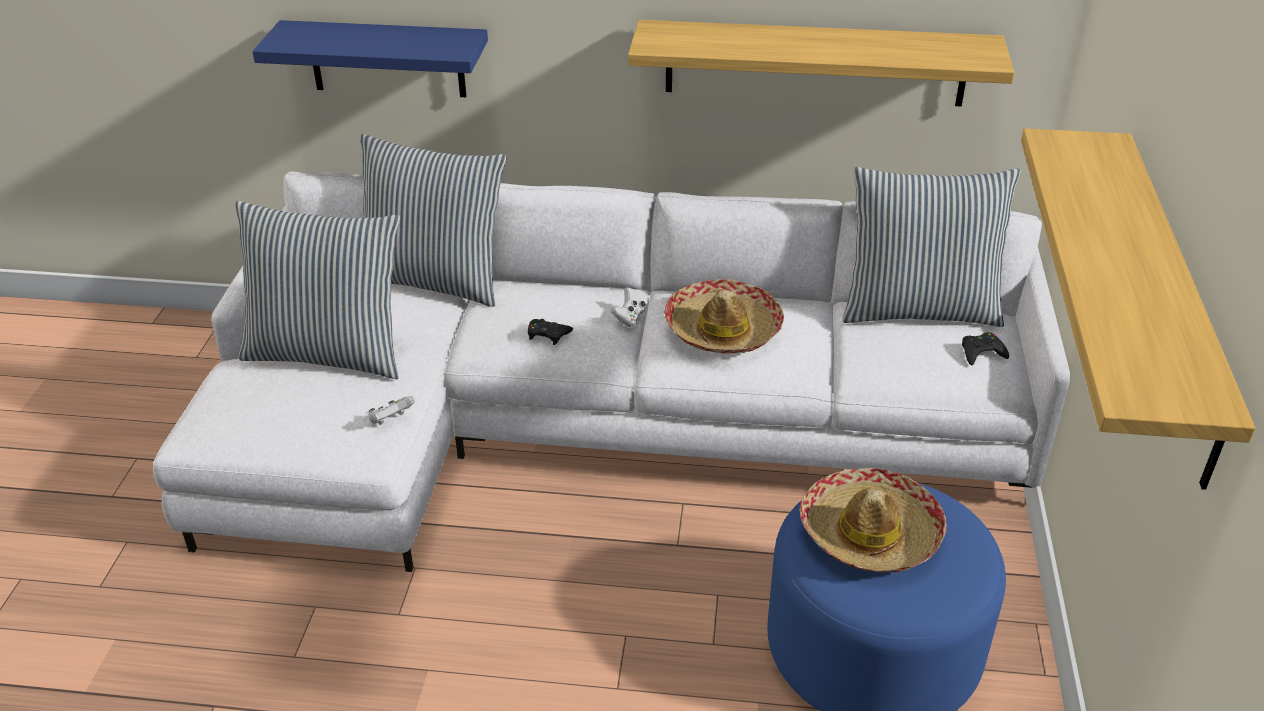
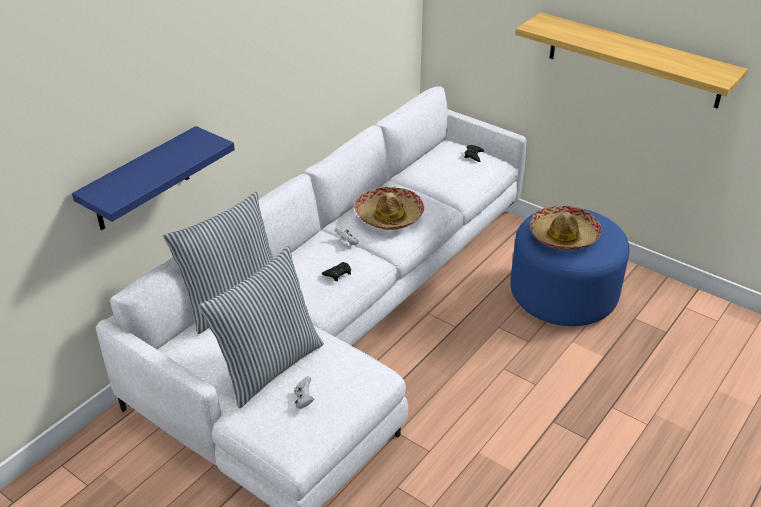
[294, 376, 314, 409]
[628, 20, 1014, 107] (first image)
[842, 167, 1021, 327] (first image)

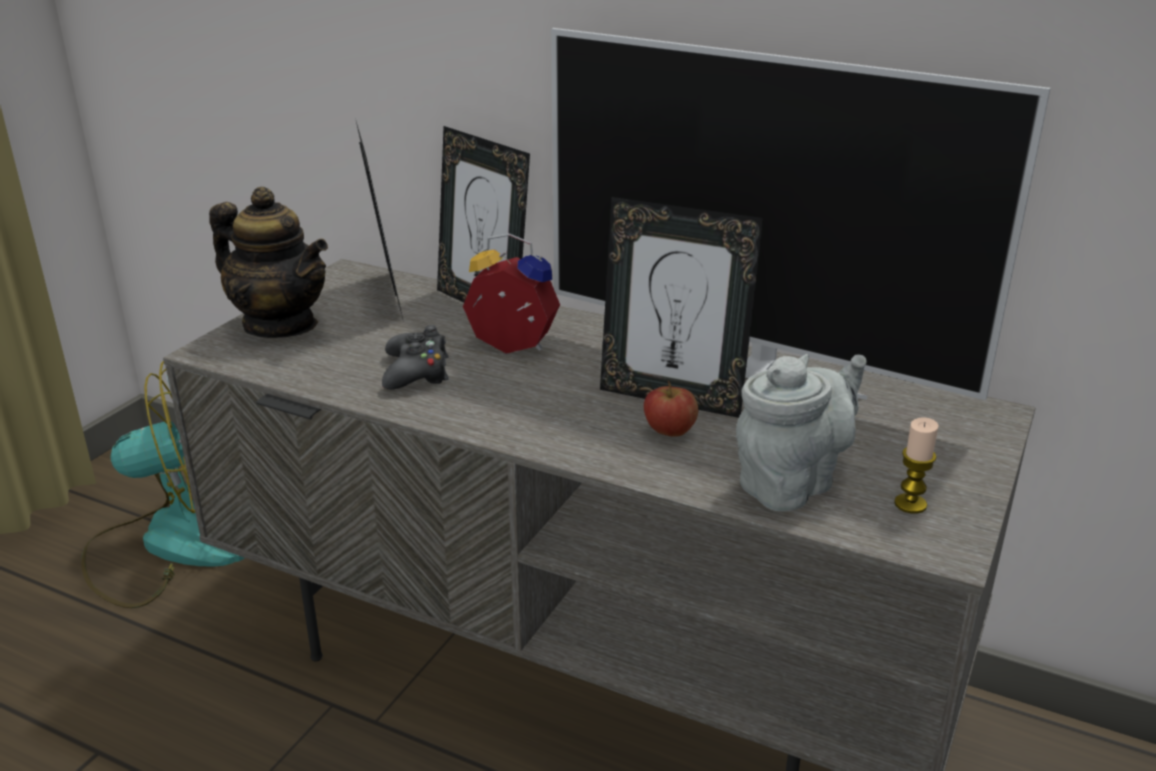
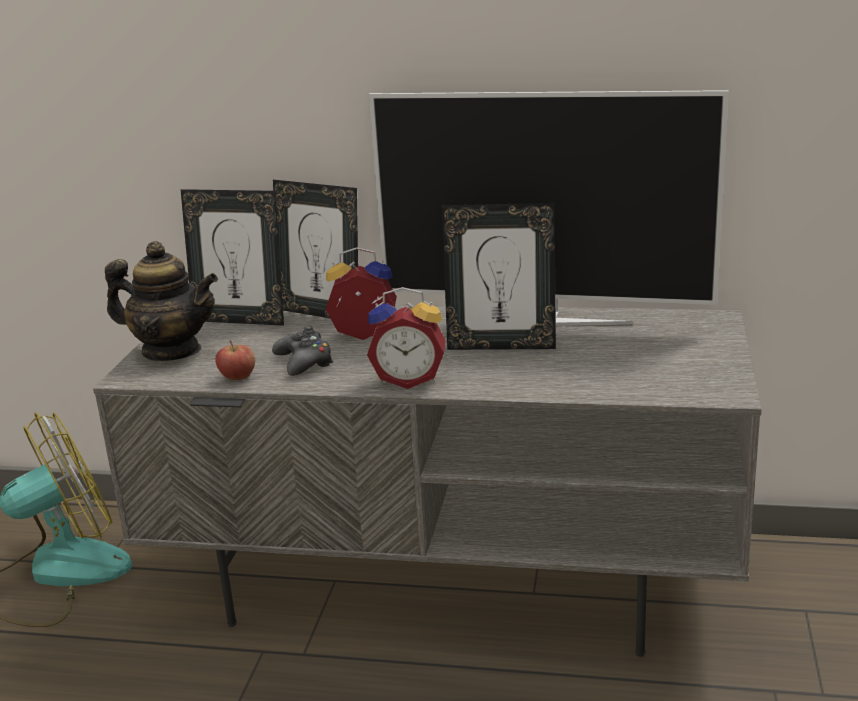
[181, 189, 284, 326]
[215, 341, 255, 380]
[736, 354, 867, 512] (first image)
[894, 417, 939, 514] (first image)
[367, 287, 446, 389]

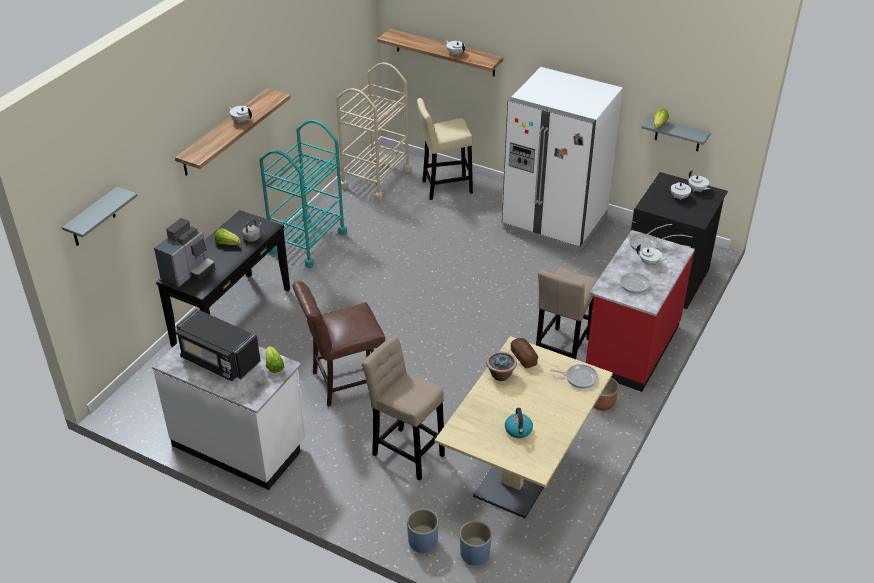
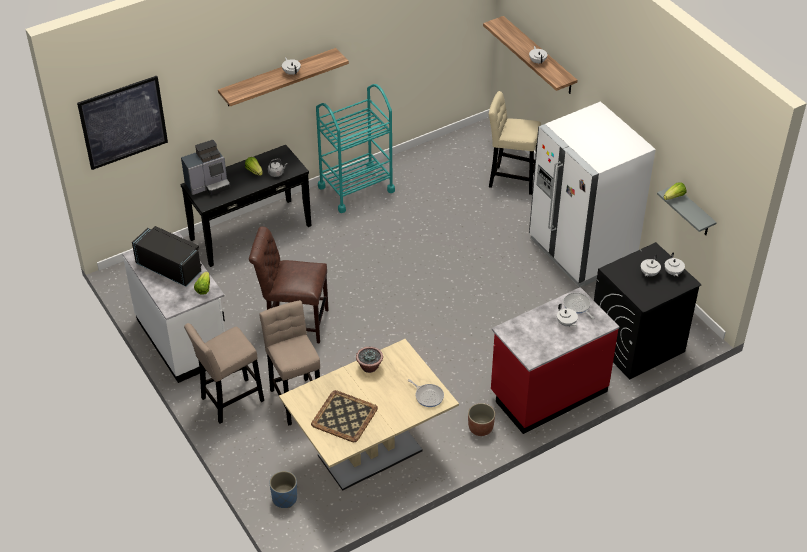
[77, 76, 168, 170]
[132, 226, 202, 287]
[336, 62, 411, 201] (first image)
[407, 509, 439, 553] (first image)
[311, 390, 378, 442]
[511, 338, 538, 368] (first image)
[184, 323, 264, 424]
[620, 273, 666, 293] (first image)

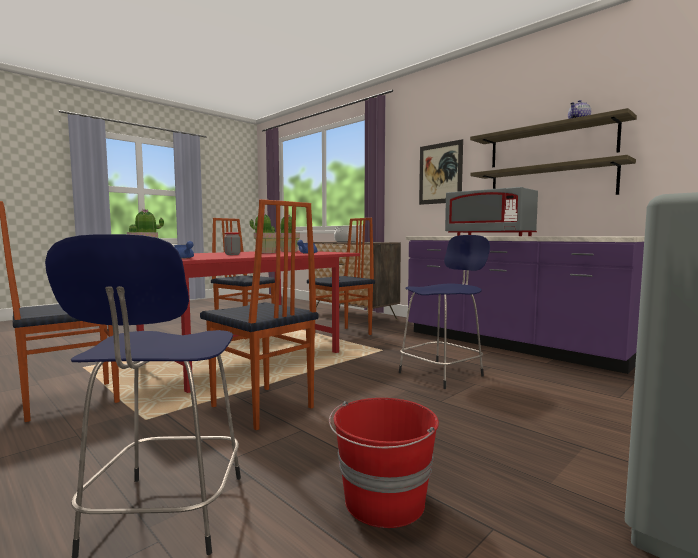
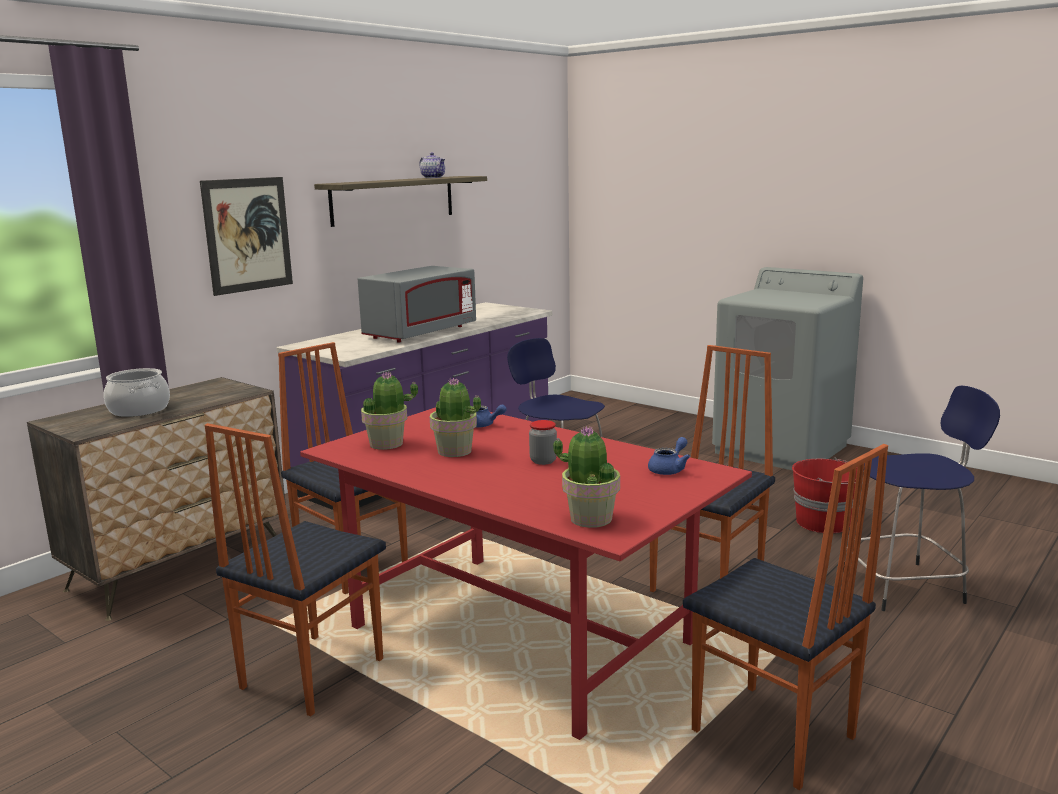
[470, 155, 636, 195] (first image)

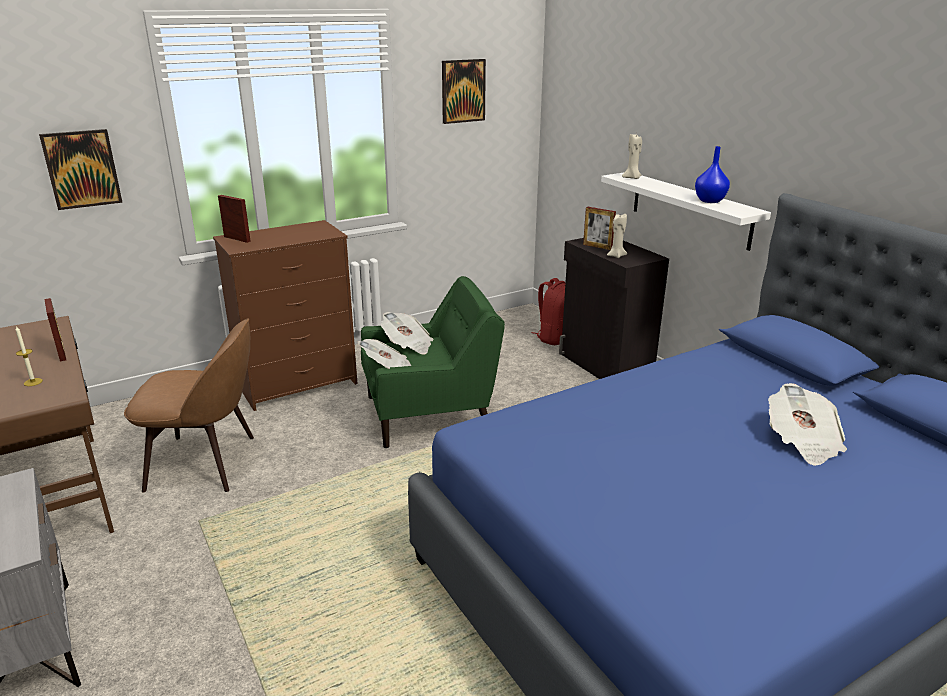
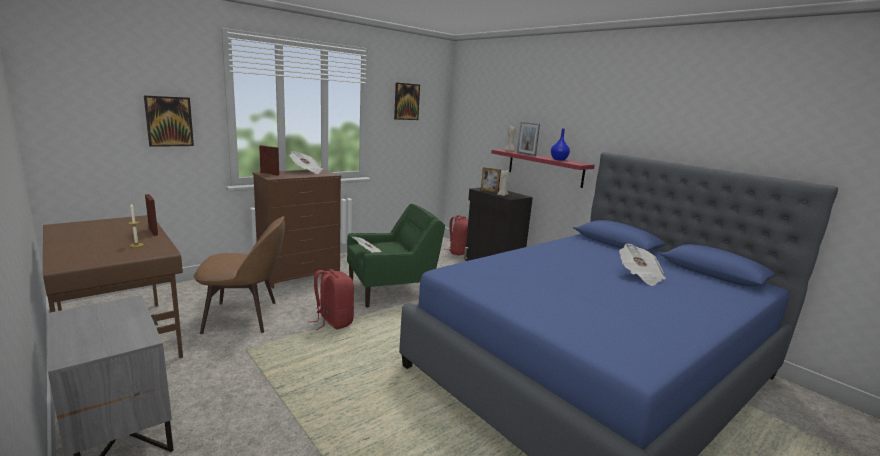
[289, 151, 323, 174]
[491, 149, 595, 188]
[308, 269, 354, 330]
[517, 122, 540, 156]

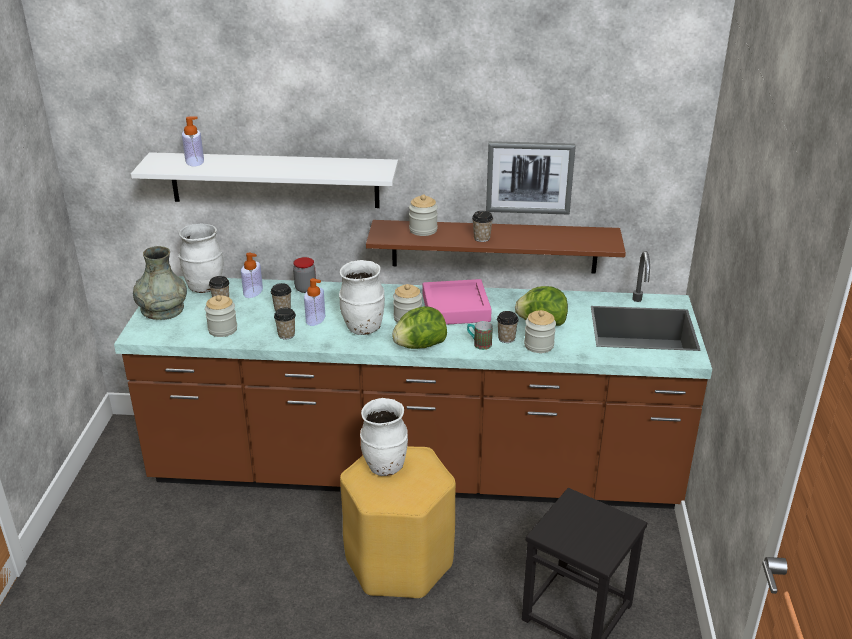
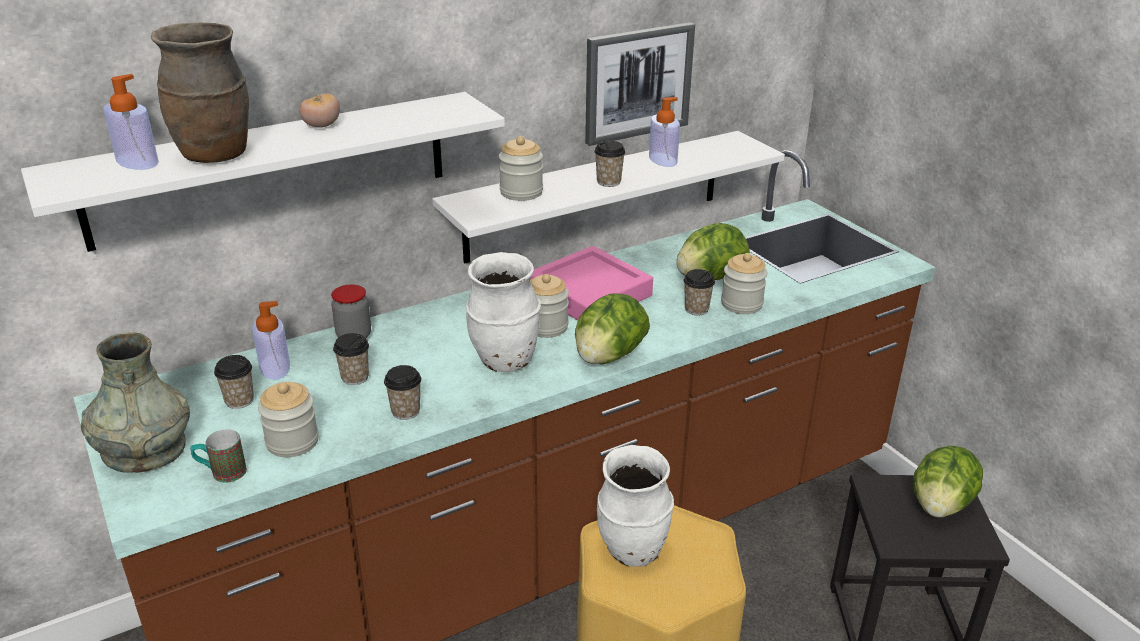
[178, 224, 223, 293] (first image)
[649, 97, 680, 167]
[432, 131, 785, 263]
[190, 429, 247, 483]
[151, 23, 249, 163]
[299, 93, 340, 128]
[913, 446, 983, 518]

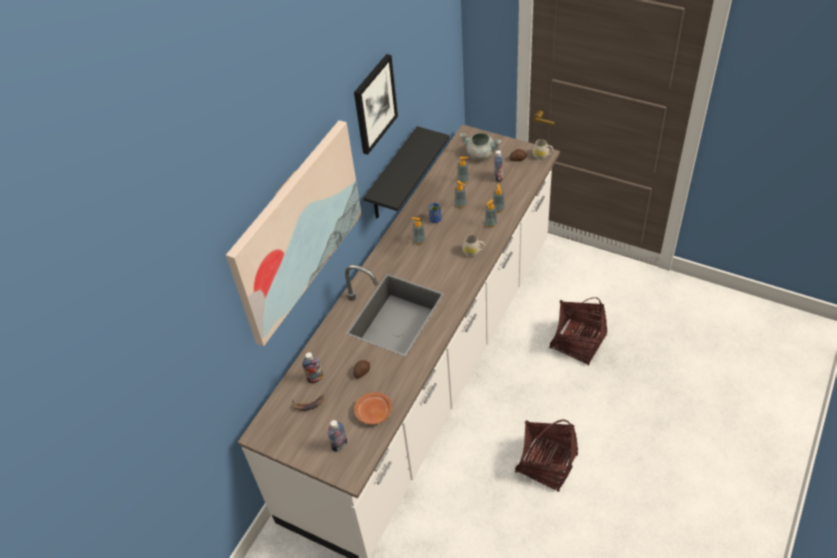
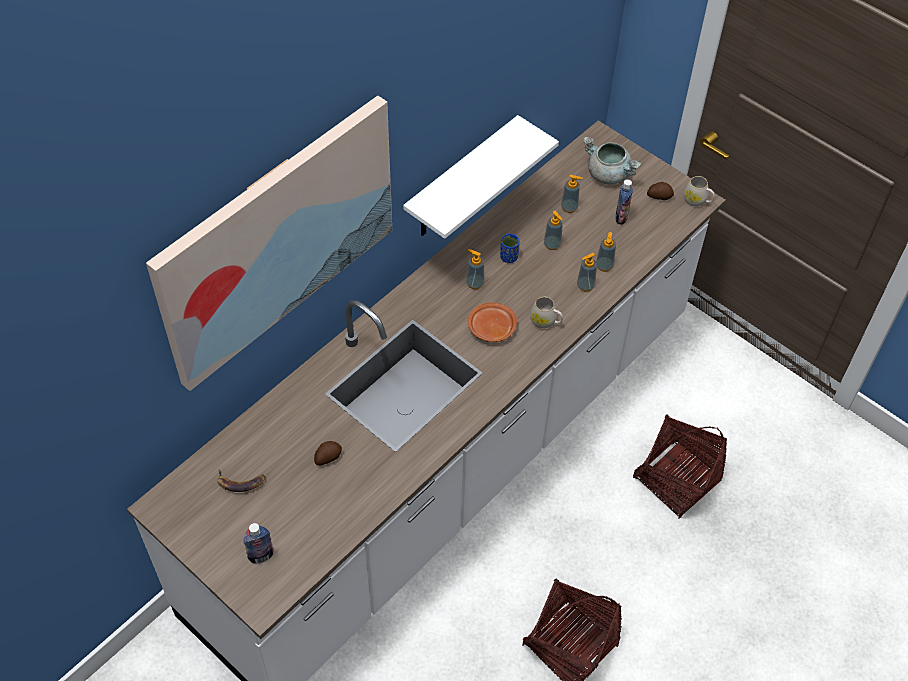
[302, 352, 323, 383] (first image)
[354, 54, 398, 155] (first image)
[468, 302, 517, 342]
[403, 115, 559, 239]

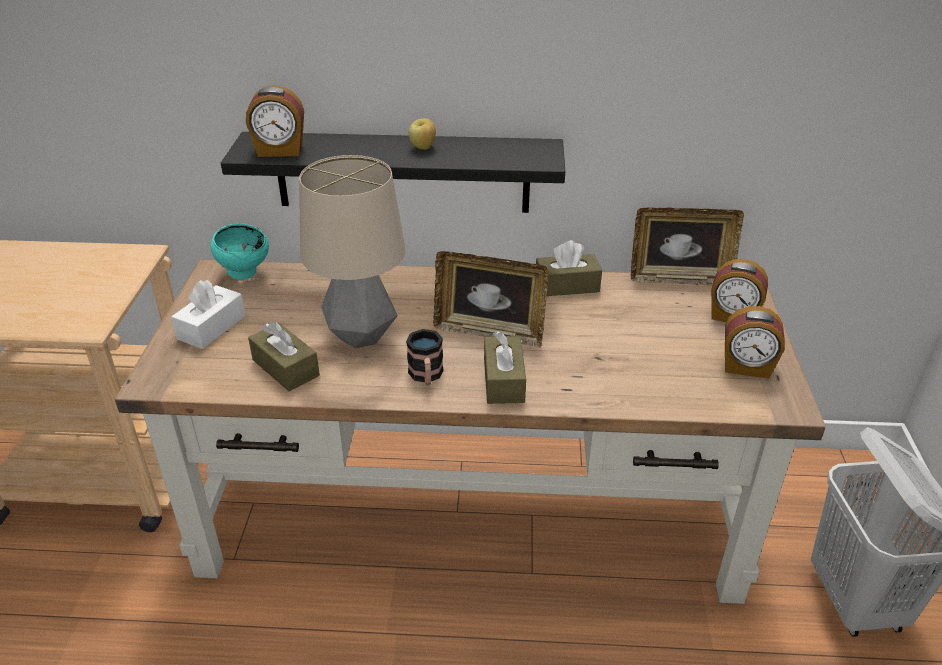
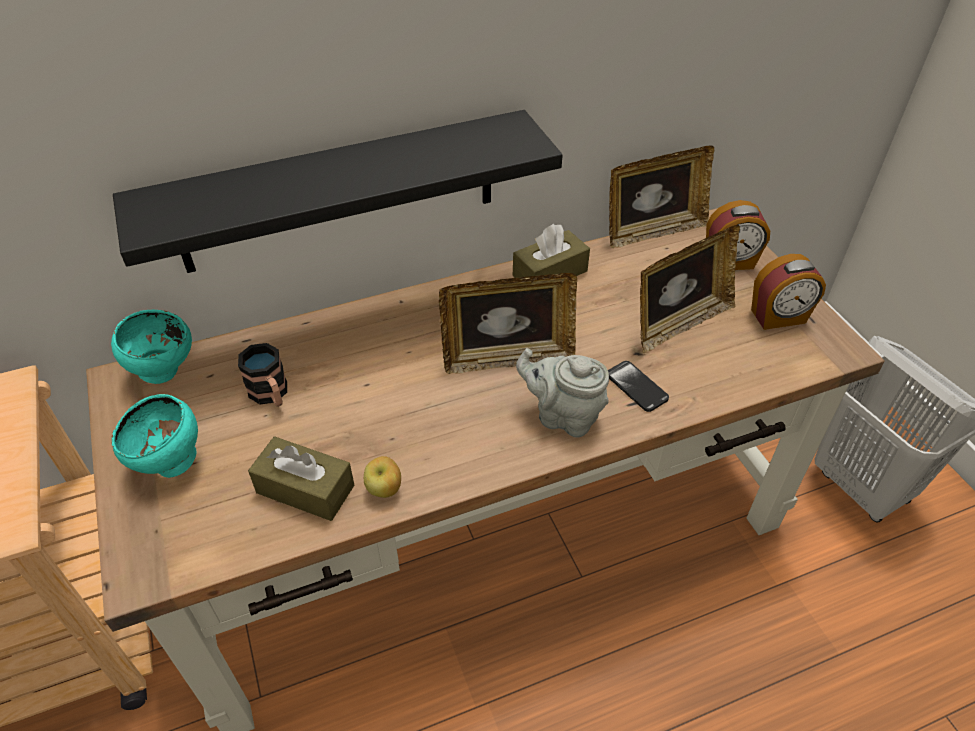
[112, 394, 198, 478]
[246, 85, 304, 157] (first image)
[299, 155, 406, 348] (first image)
[238, 343, 287, 407]
[364, 456, 401, 498]
[516, 348, 609, 438]
[608, 361, 669, 412]
[640, 225, 740, 353]

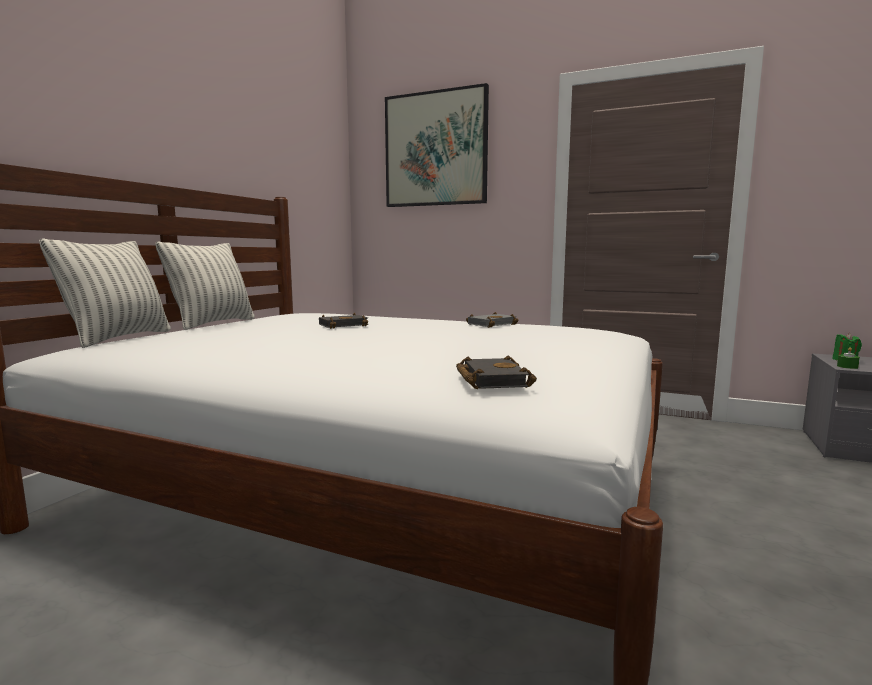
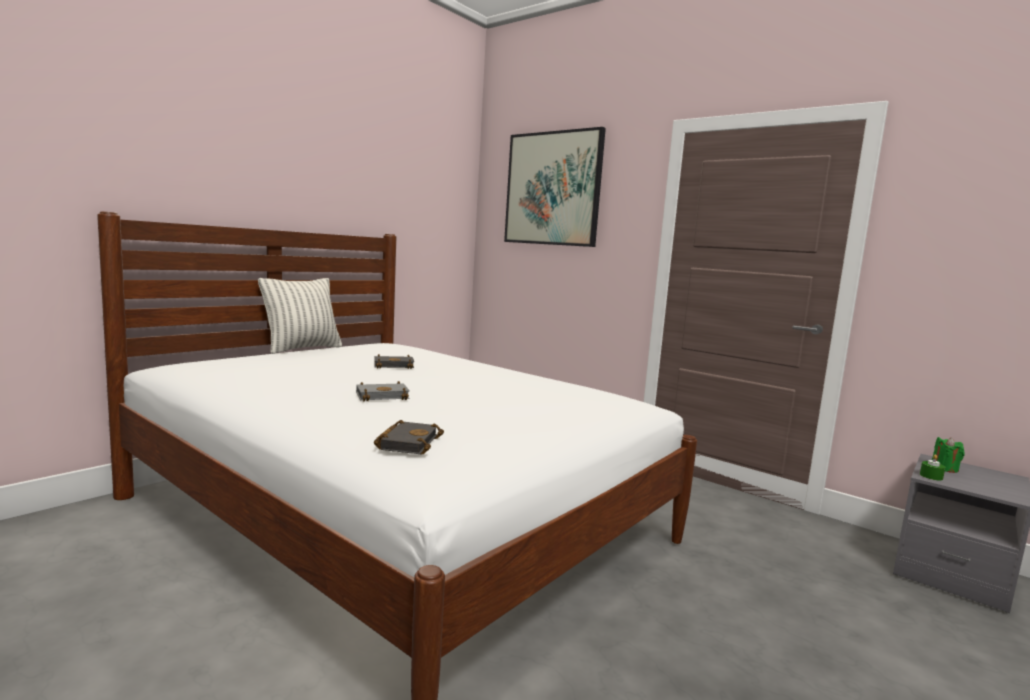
[39, 239, 171, 348] (first image)
[356, 381, 410, 401]

